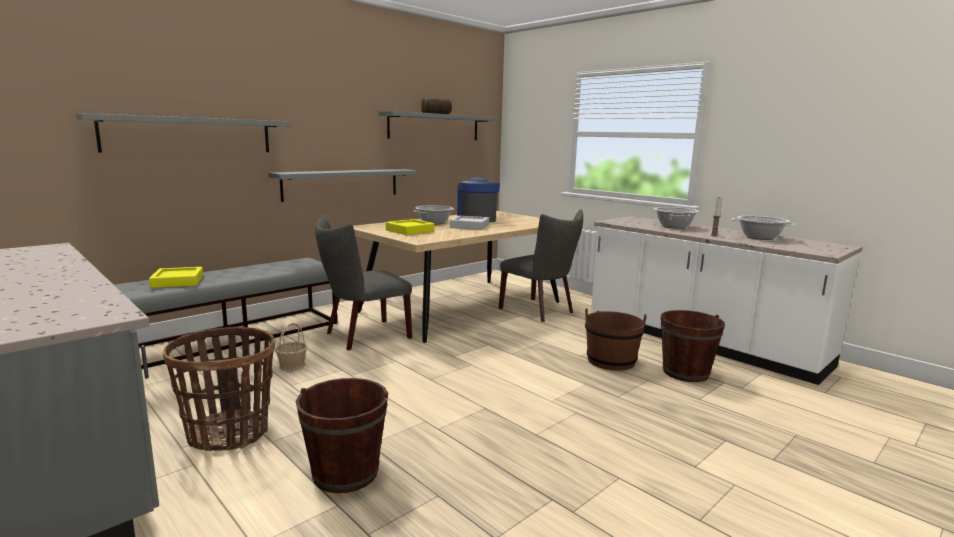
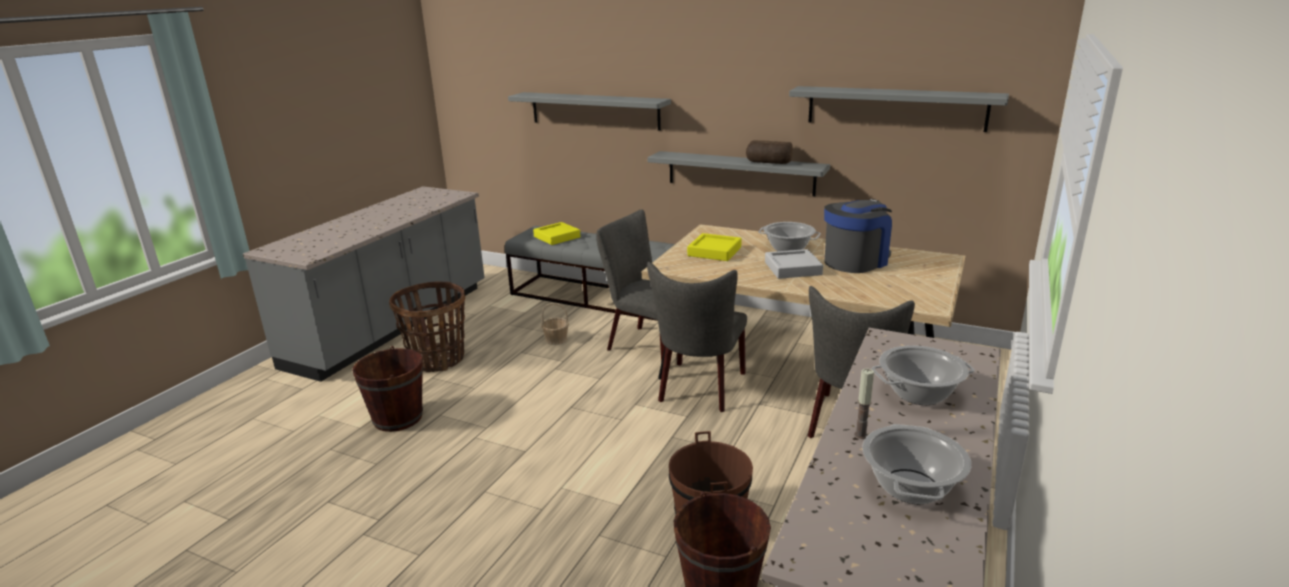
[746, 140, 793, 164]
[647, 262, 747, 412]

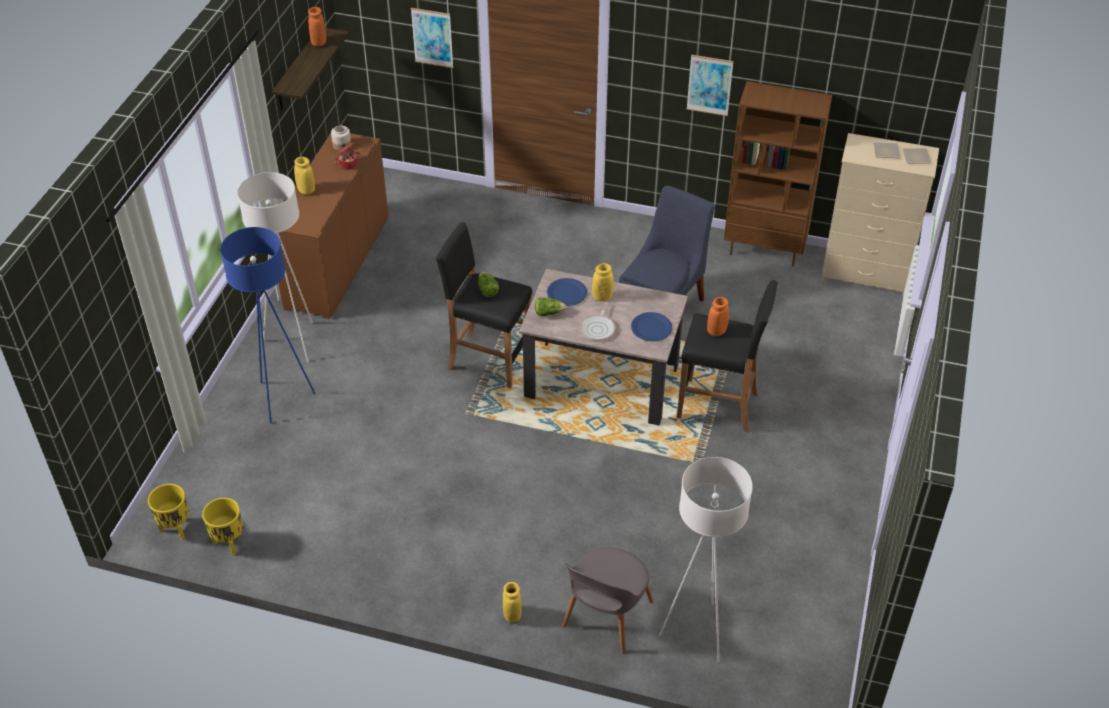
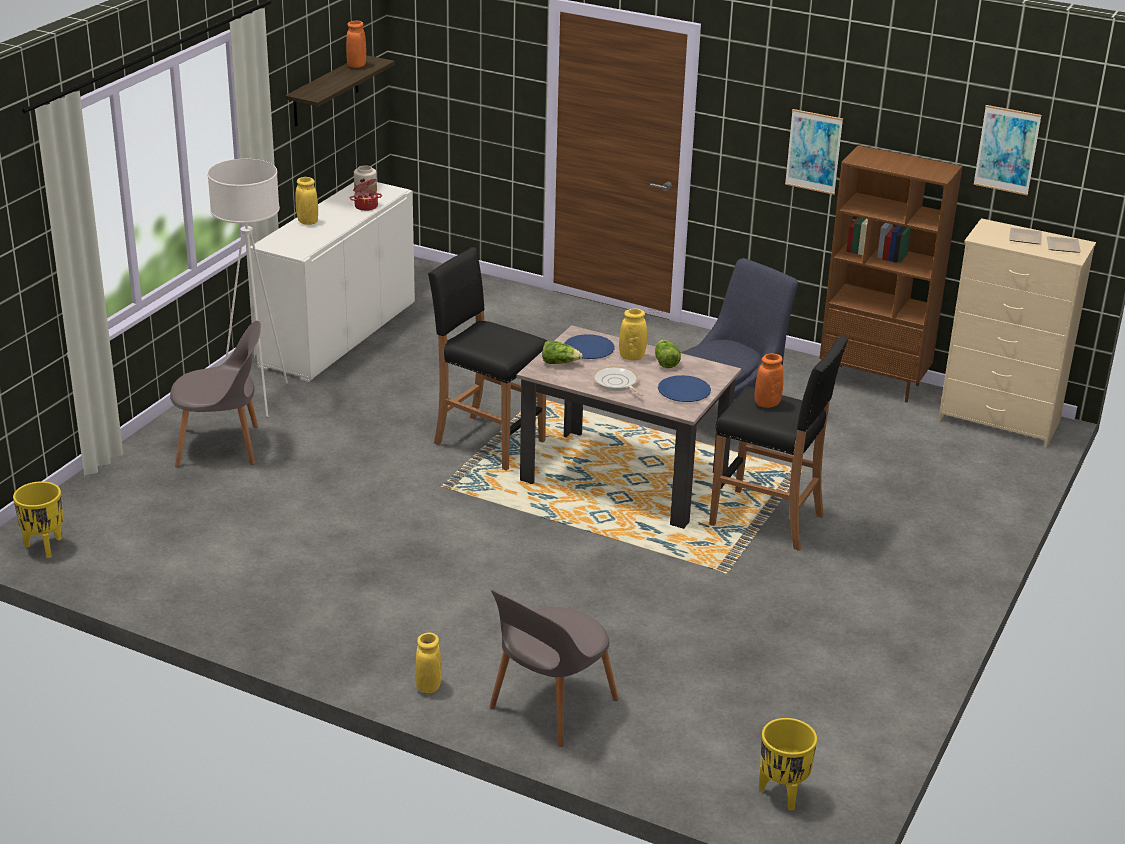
[759, 718, 817, 811]
[170, 321, 261, 467]
[250, 182, 415, 382]
[973, 105, 1042, 195]
[655, 340, 681, 368]
[592, 366, 644, 396]
[659, 457, 753, 662] (first image)

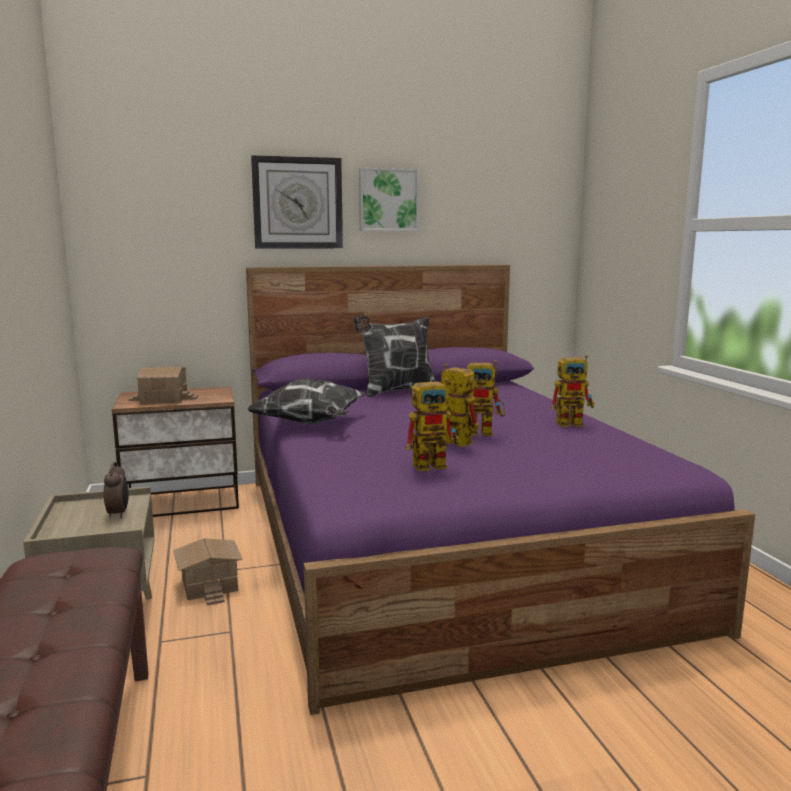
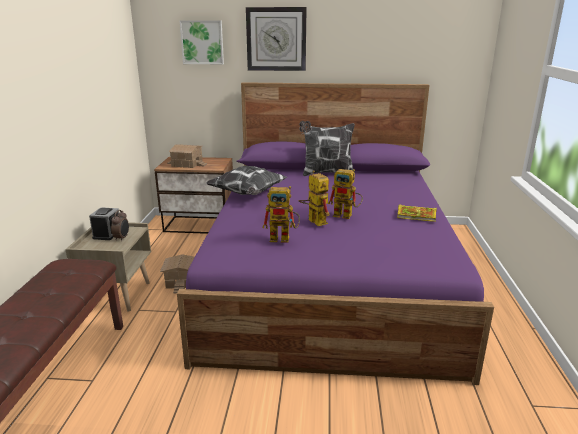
[180, 20, 224, 64]
[397, 204, 437, 222]
[89, 207, 119, 240]

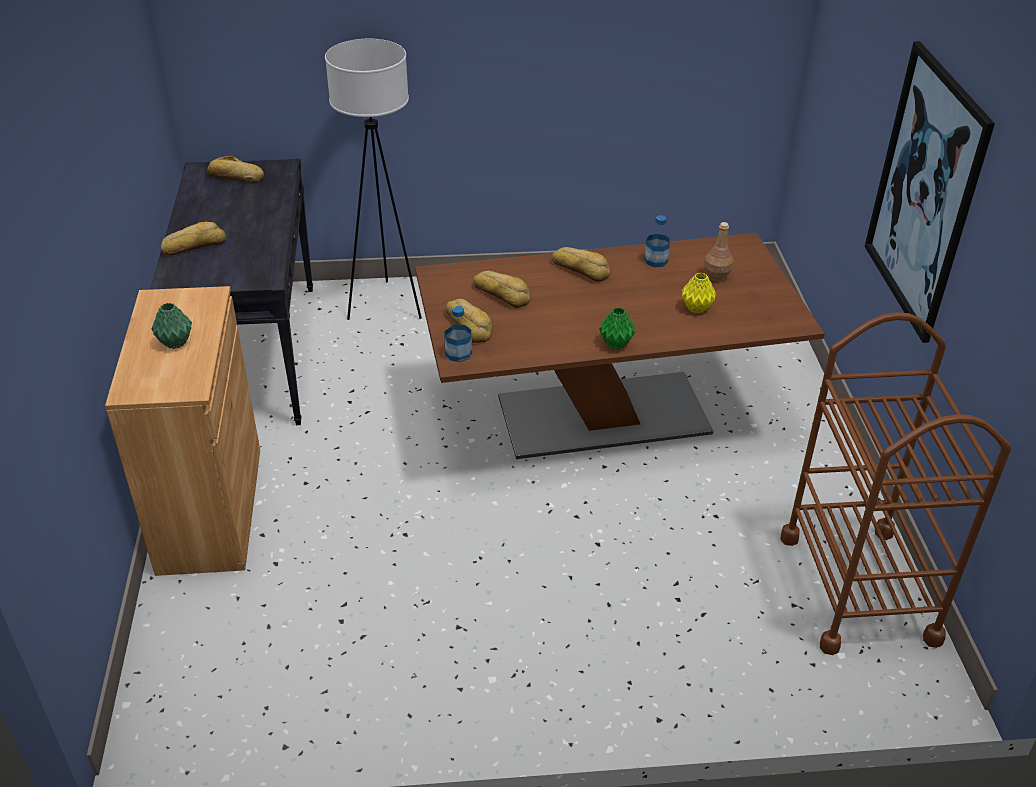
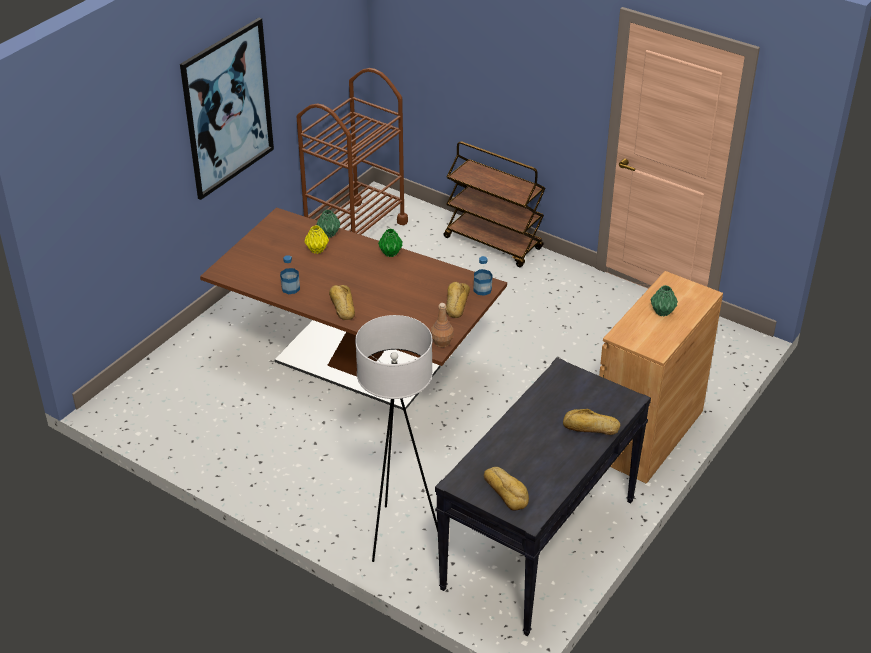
[473, 271, 531, 308] (first image)
[431, 303, 454, 347]
[316, 209, 340, 238]
[444, 141, 546, 267]

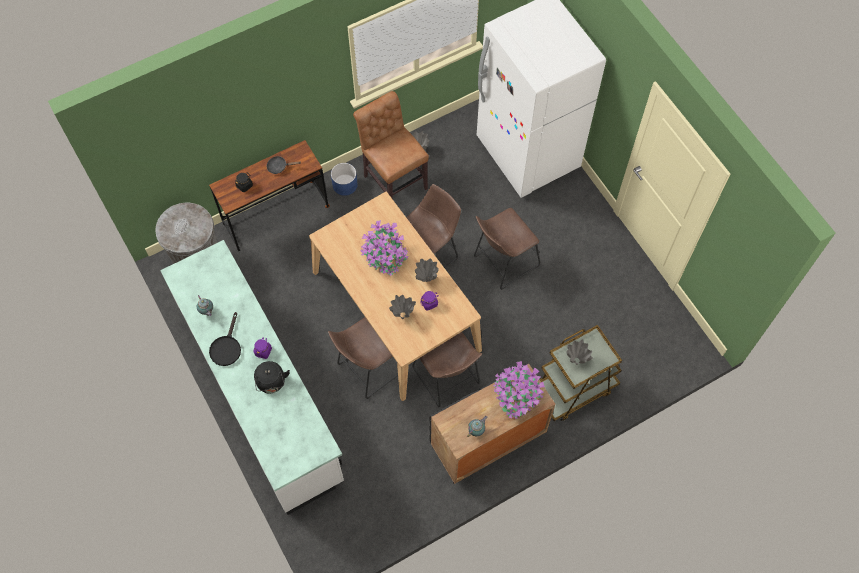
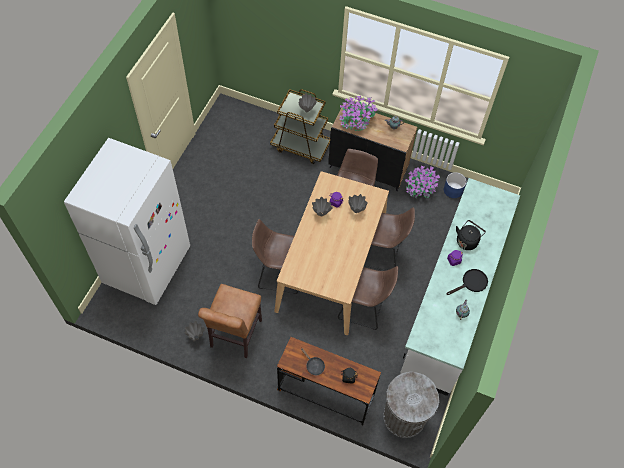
[444, 172, 467, 198]
[405, 166, 440, 198]
[338, 266, 398, 330]

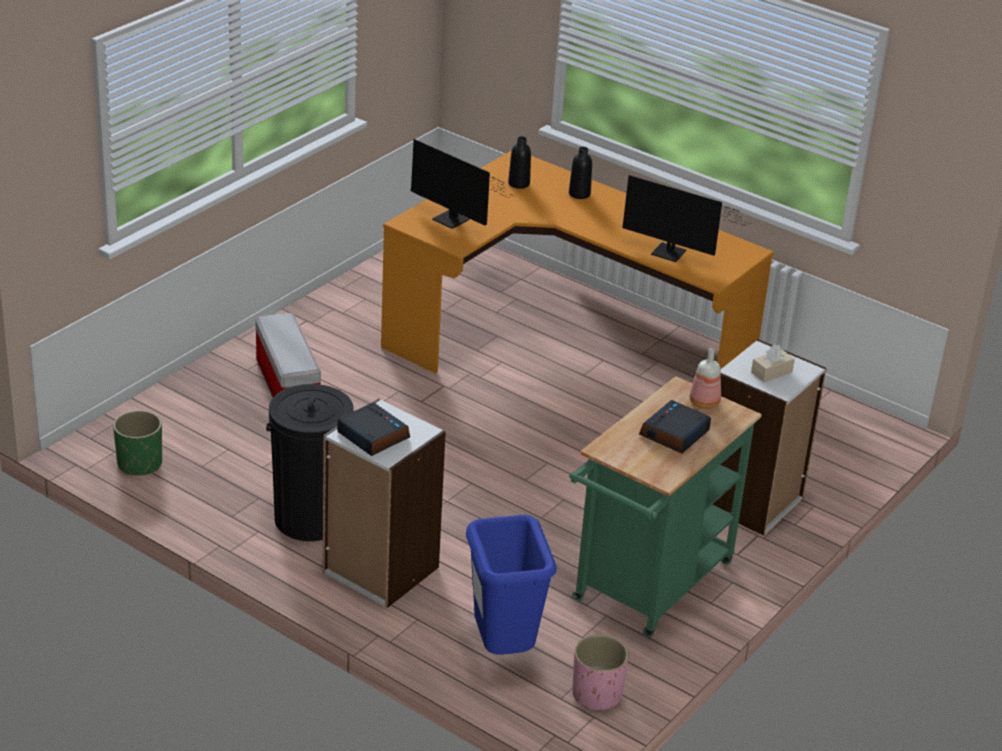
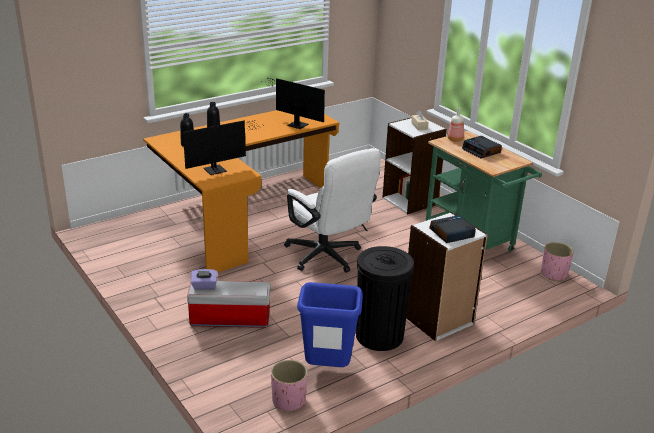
[271, 360, 308, 411]
[297, 282, 363, 367]
[267, 78, 325, 129]
[191, 269, 217, 290]
[284, 148, 381, 273]

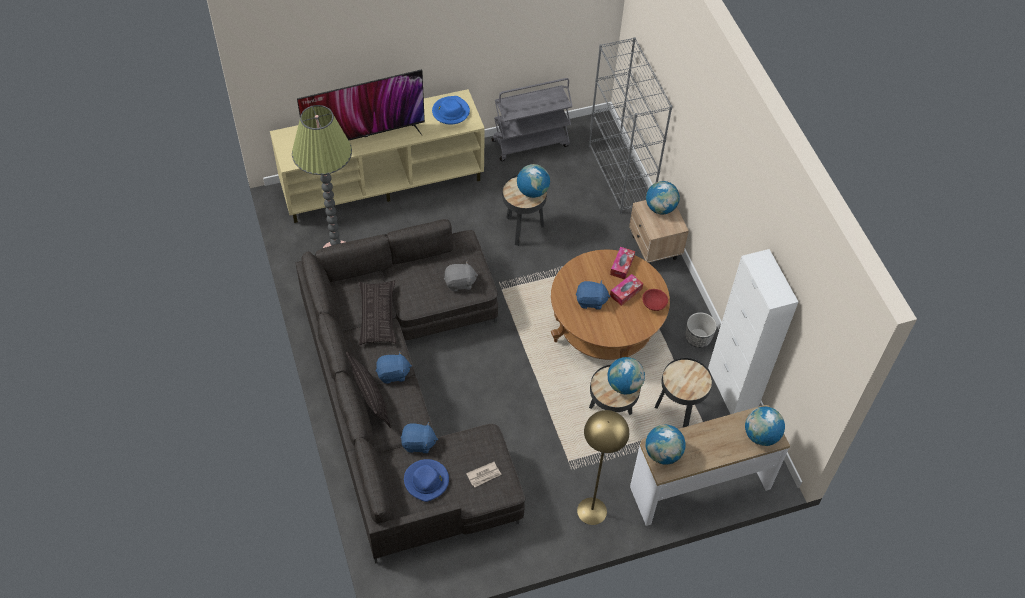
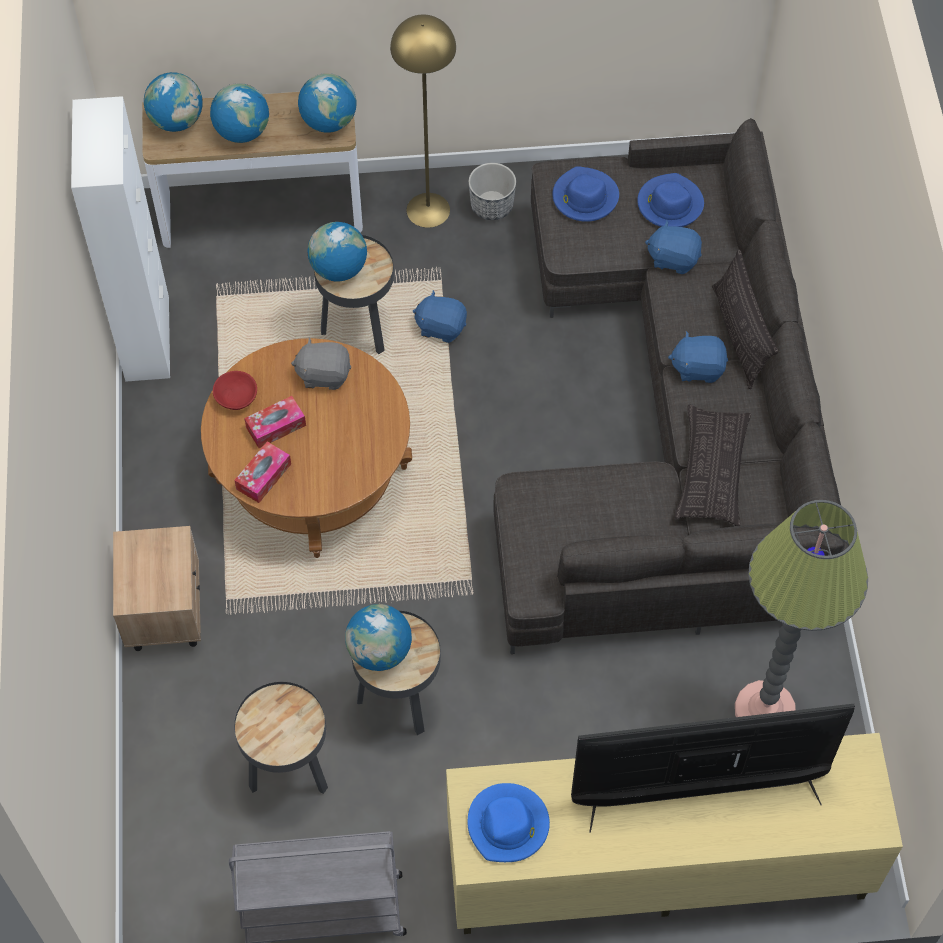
[291, 338, 351, 390]
[553, 166, 619, 222]
[413, 290, 467, 343]
[588, 37, 673, 214] (first image)
[210, 83, 269, 143]
[234, 681, 328, 794]
[469, 163, 516, 220]

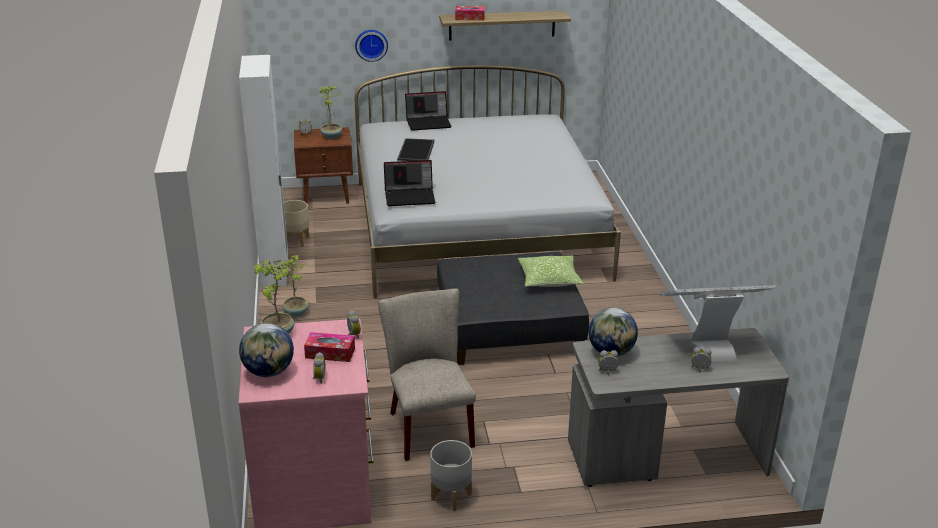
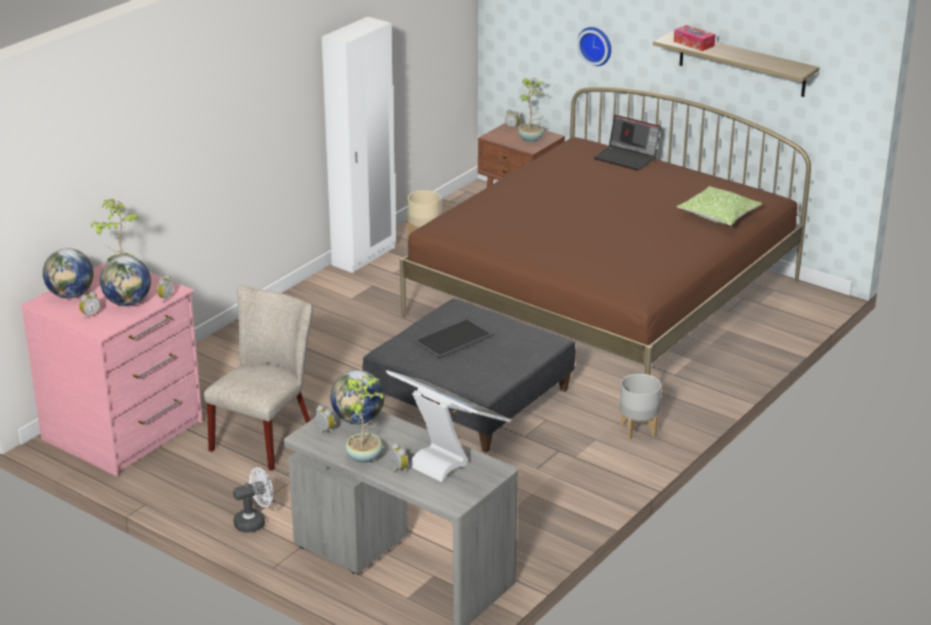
[345, 376, 386, 463]
[100, 256, 151, 306]
[400, 87, 811, 375]
[384, 160, 435, 206] (first image)
[413, 318, 494, 359]
[620, 374, 661, 440]
[677, 186, 762, 226]
[233, 467, 273, 533]

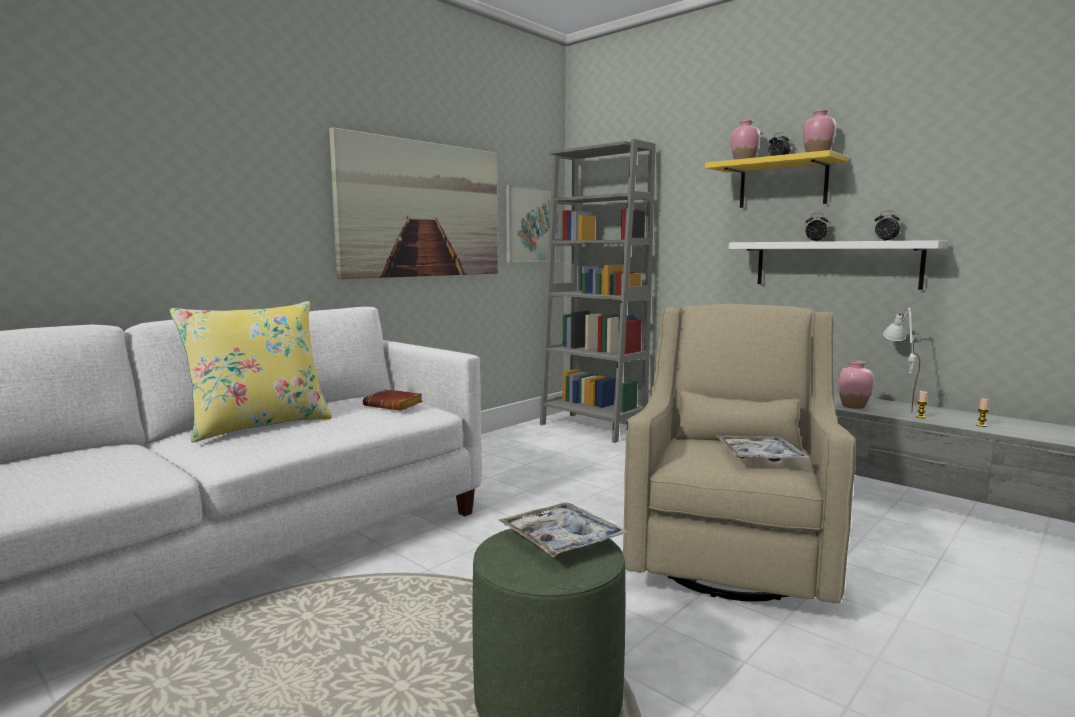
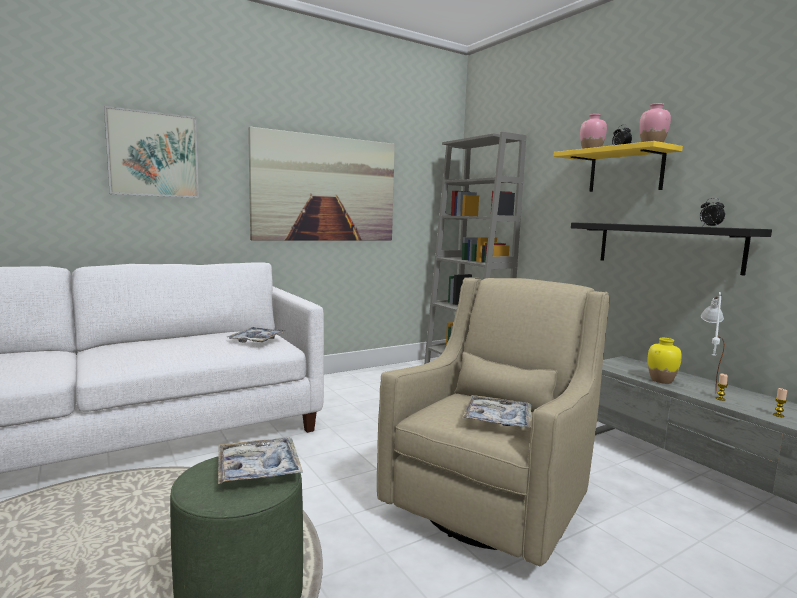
[170, 301, 332, 442] (first image)
[227, 327, 287, 342]
[104, 106, 199, 198]
[571, 222, 772, 276]
[805, 213, 828, 241] (first image)
[648, 338, 682, 384]

